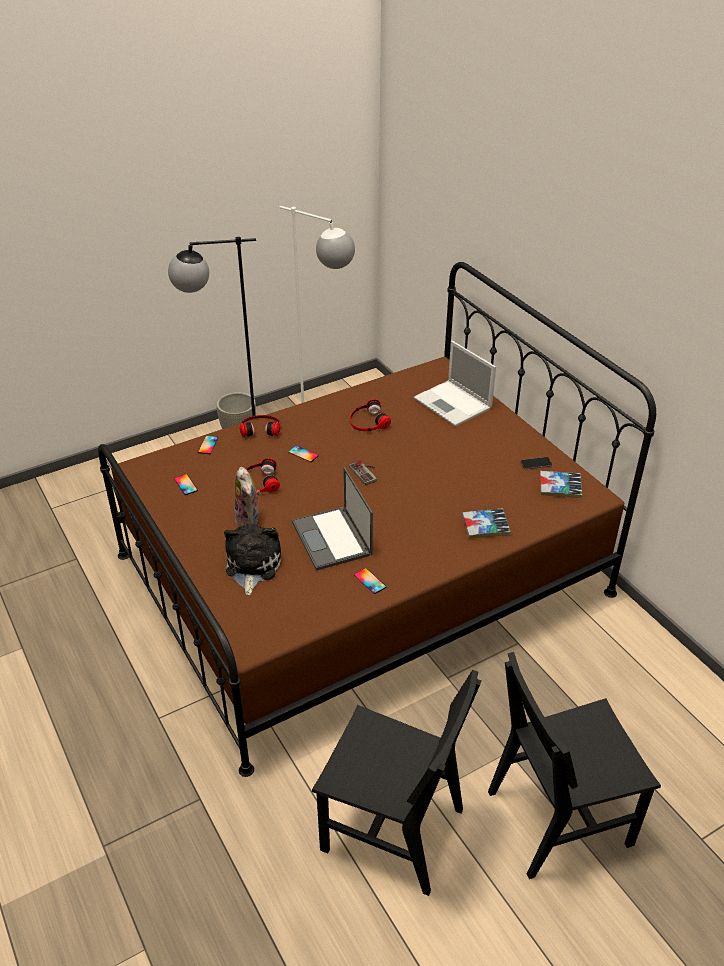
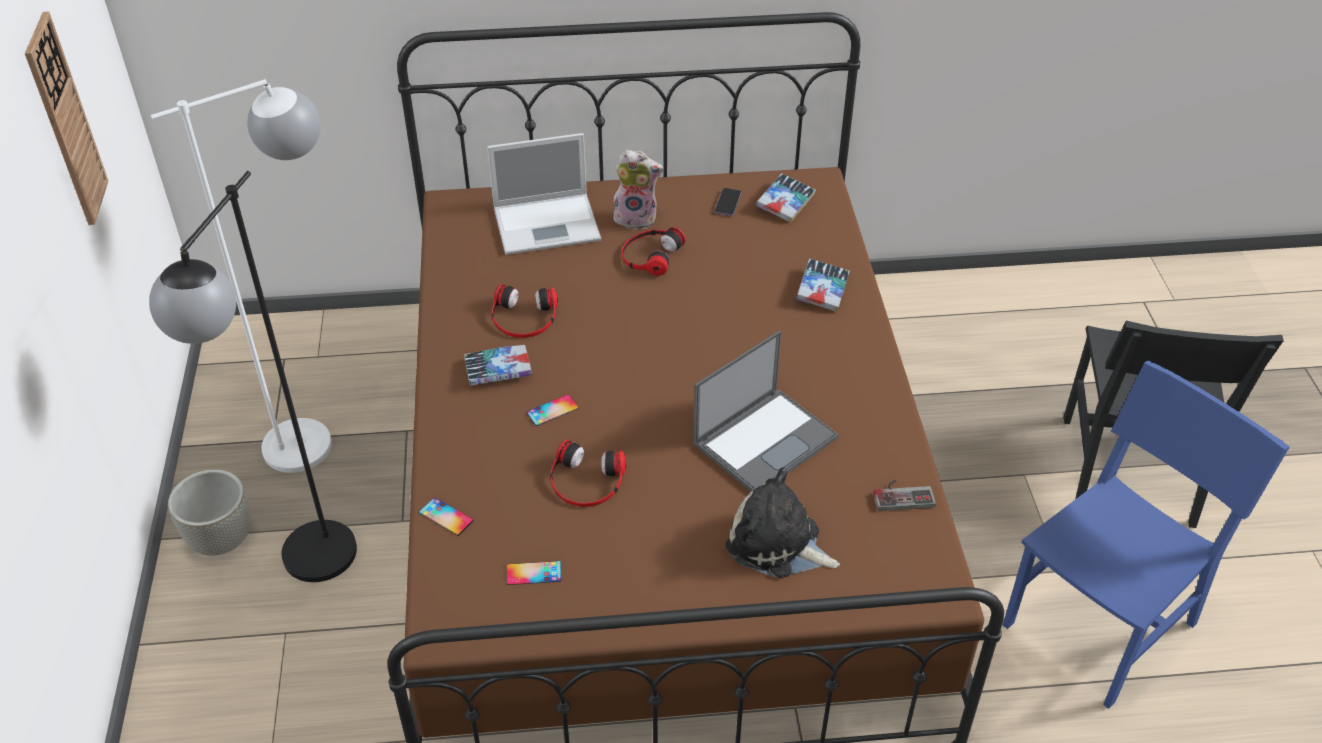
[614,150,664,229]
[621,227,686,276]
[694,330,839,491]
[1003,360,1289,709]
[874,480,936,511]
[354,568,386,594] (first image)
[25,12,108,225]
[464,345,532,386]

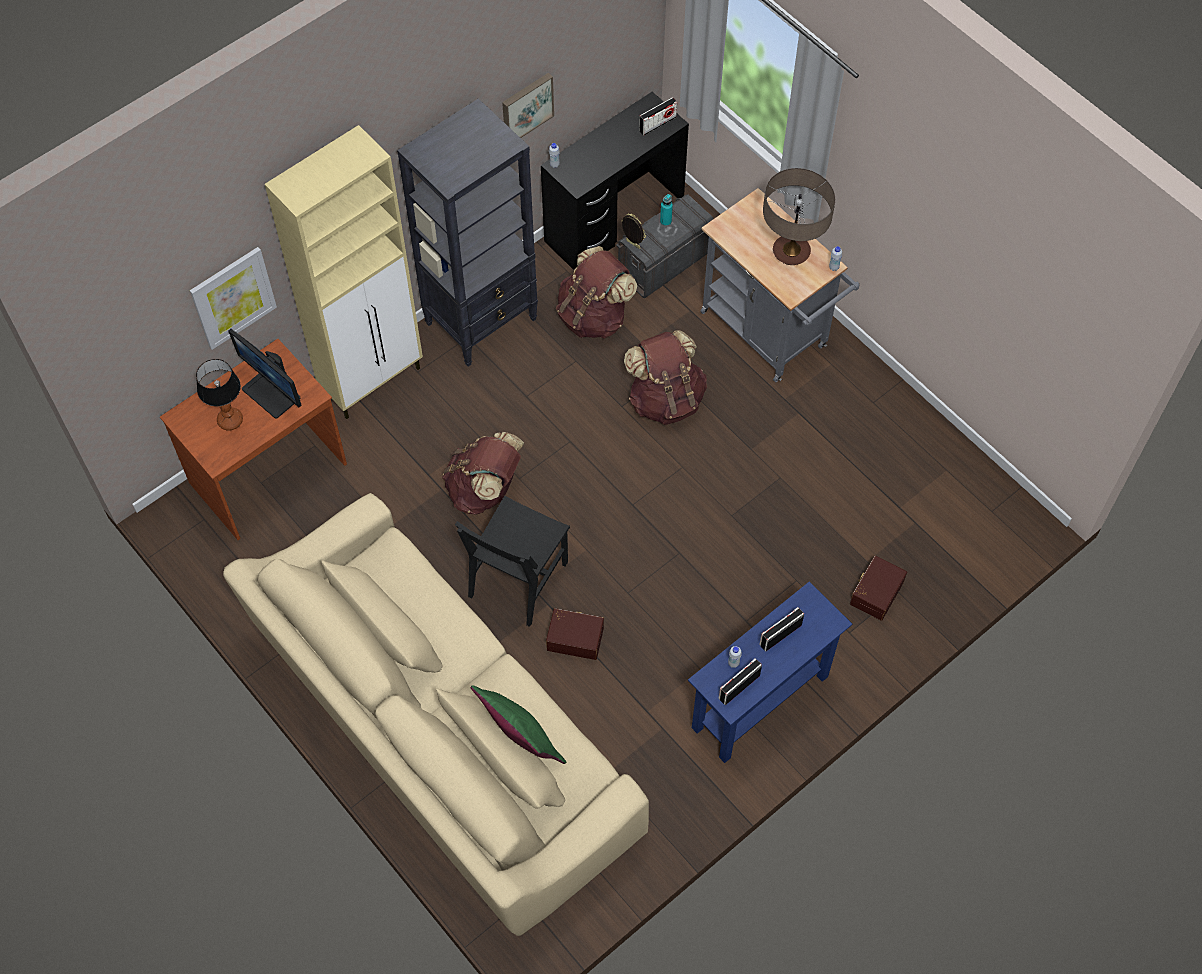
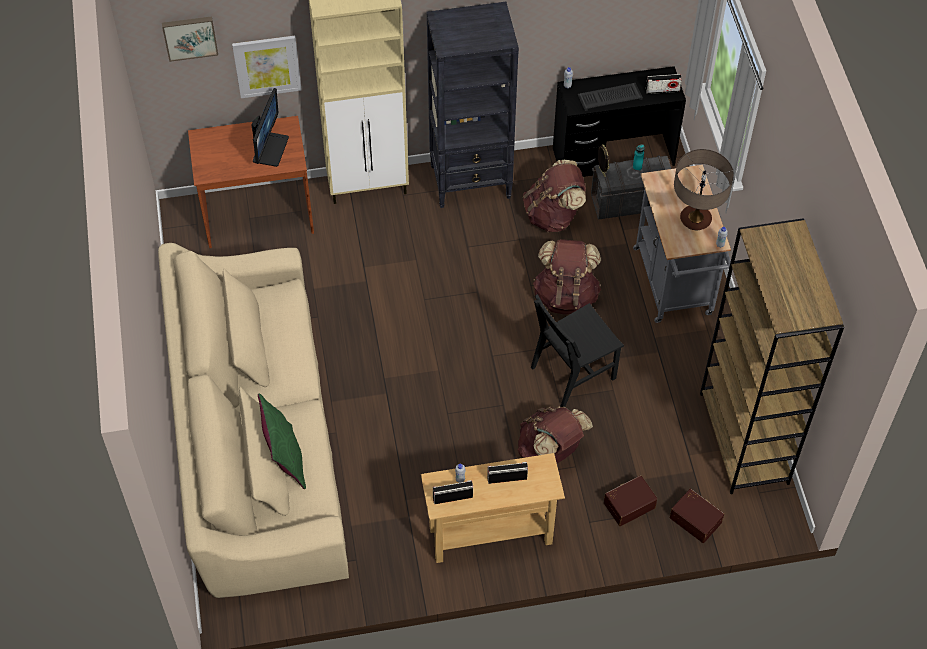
[196,359,243,431] (first image)
[251,88,289,167]
[518,407,593,463]
[531,294,624,407]
[162,16,218,62]
[670,489,724,543]
[421,453,565,563]
[577,83,643,111]
[700,218,844,494]

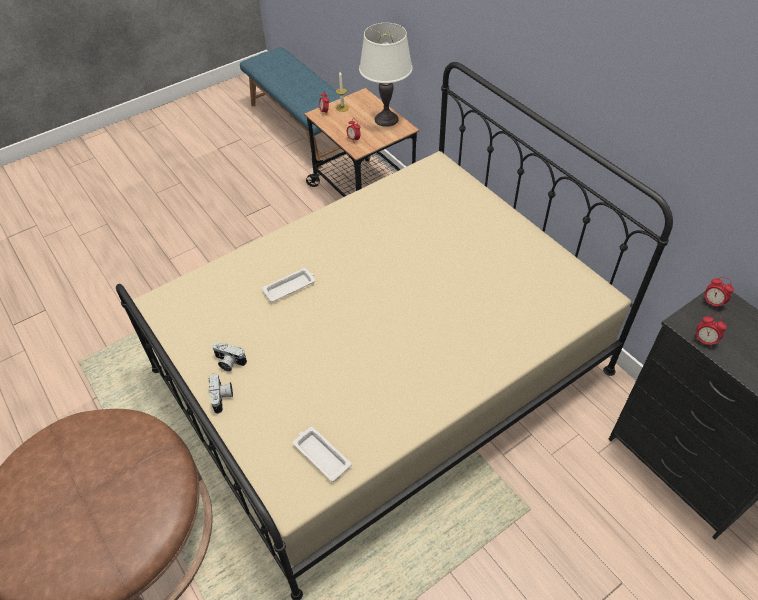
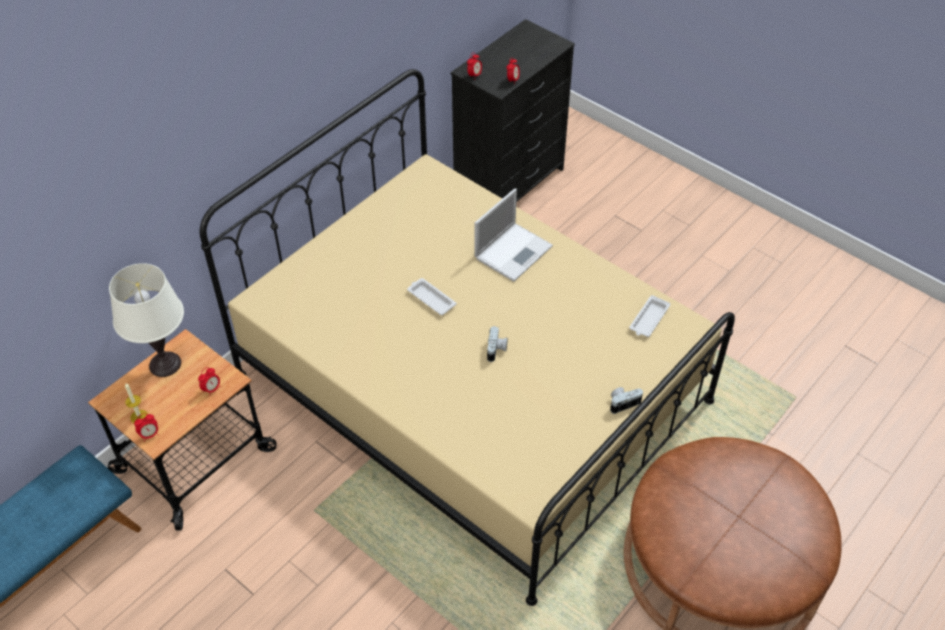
[487,326,508,362]
[407,278,457,315]
[474,188,553,282]

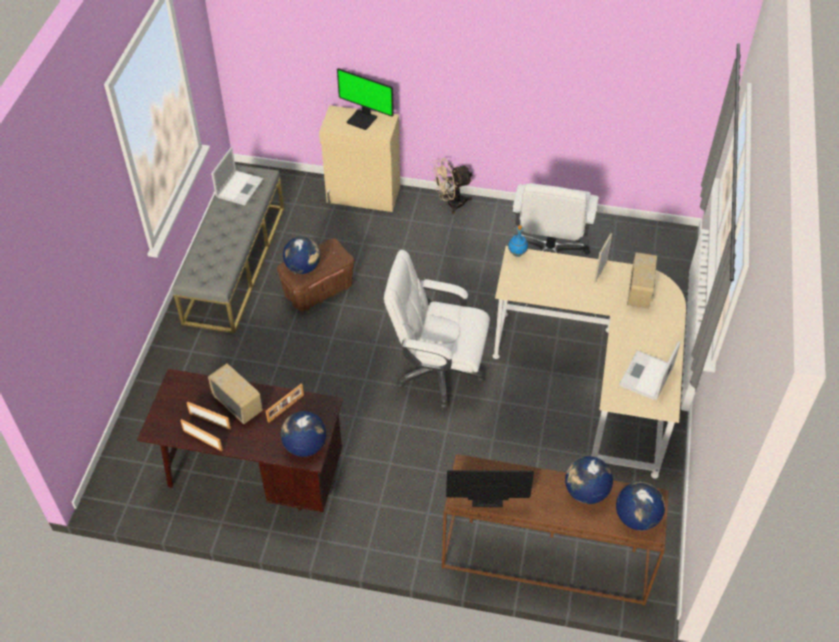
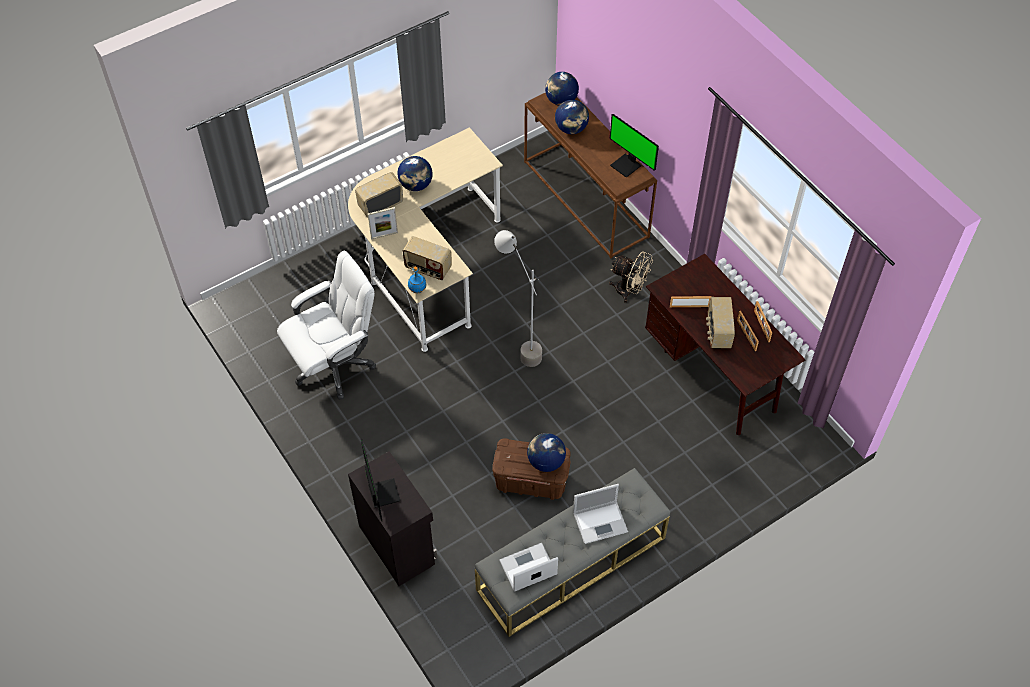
[397,156,433,191]
[348,451,437,586]
[494,230,542,367]
[609,251,653,303]
[573,484,628,544]
[402,236,452,280]

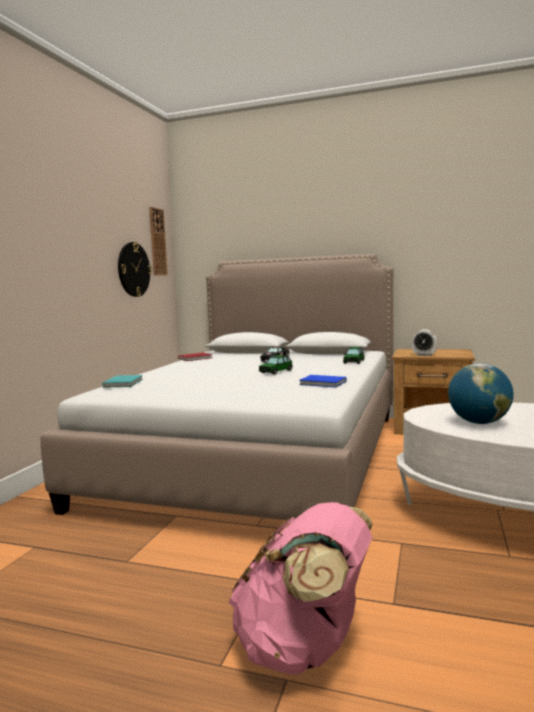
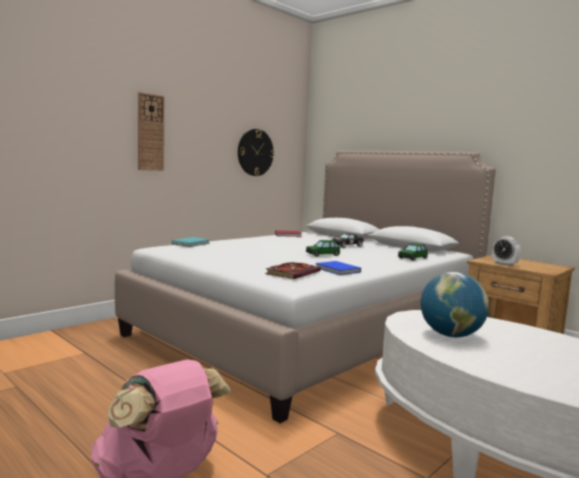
[138,92,164,171]
[265,262,321,279]

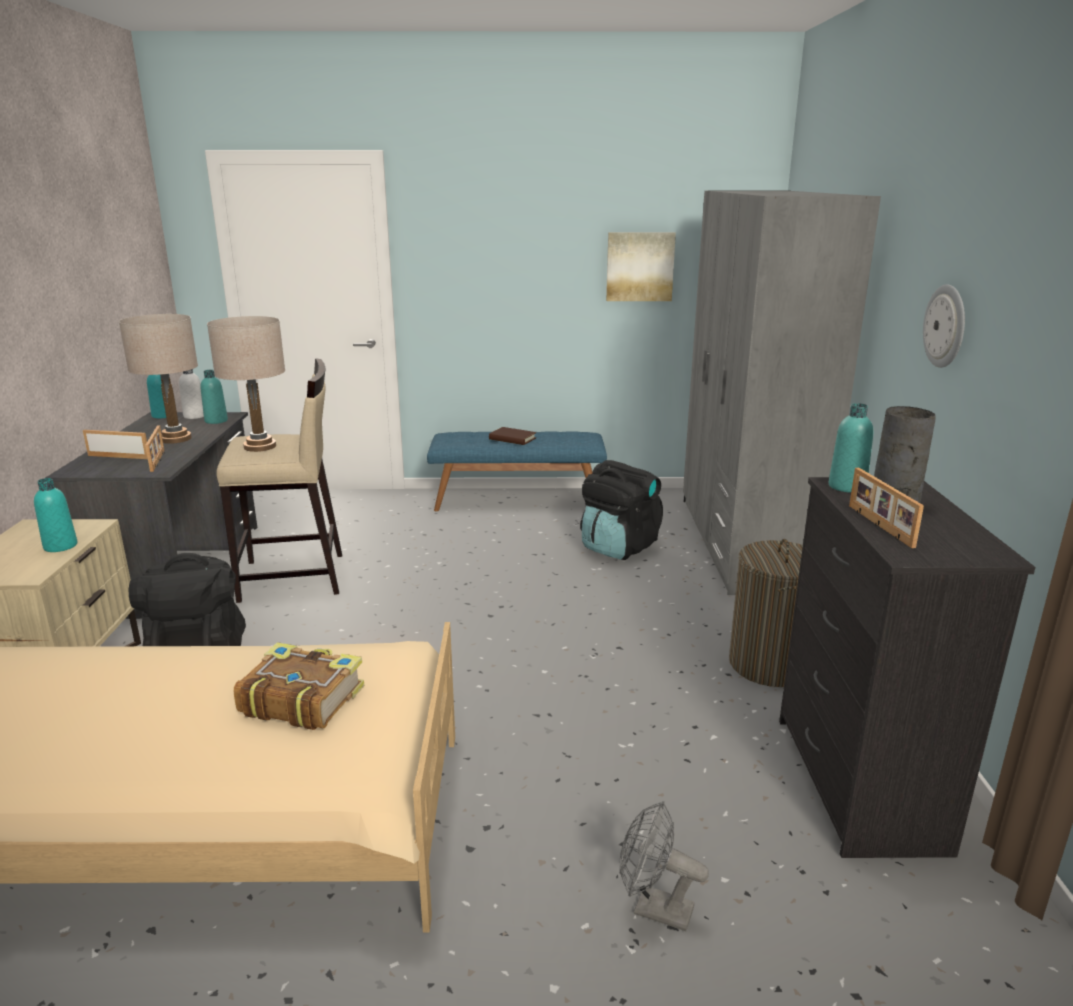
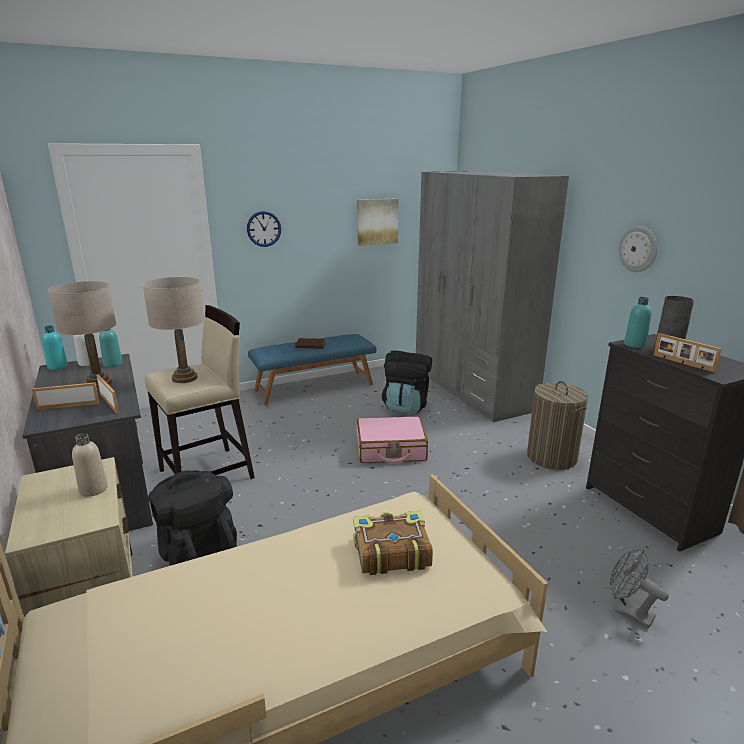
[72,433,108,497]
[610,549,669,629]
[247,211,281,247]
[357,416,428,464]

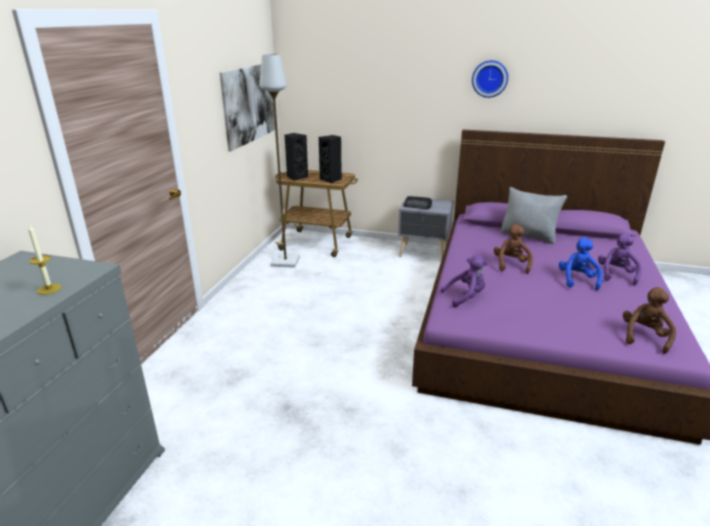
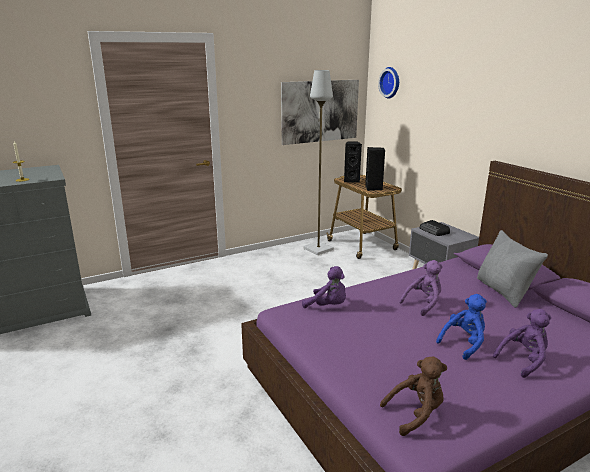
[378,67,399,99]
[399,260,443,316]

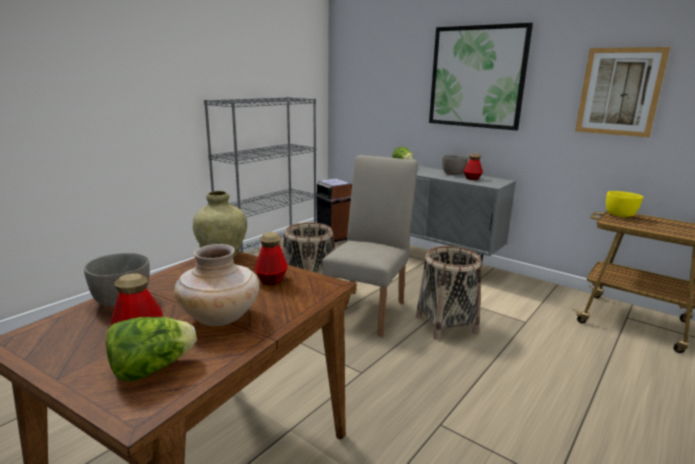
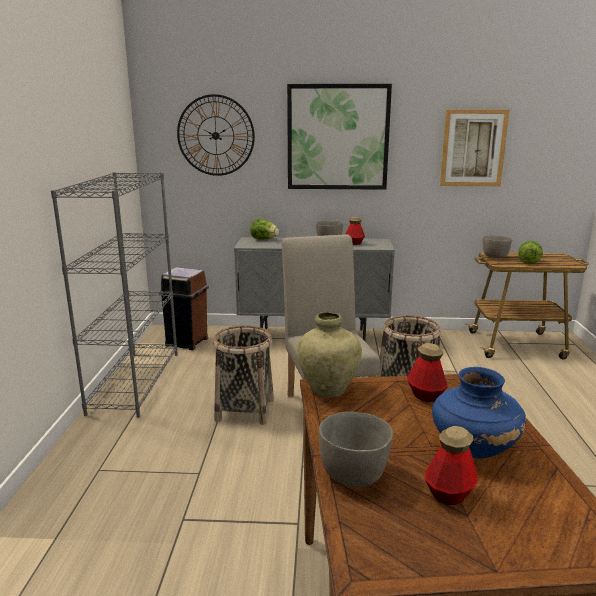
[518,241,543,264]
[432,367,526,458]
[483,235,512,258]
[177,94,255,176]

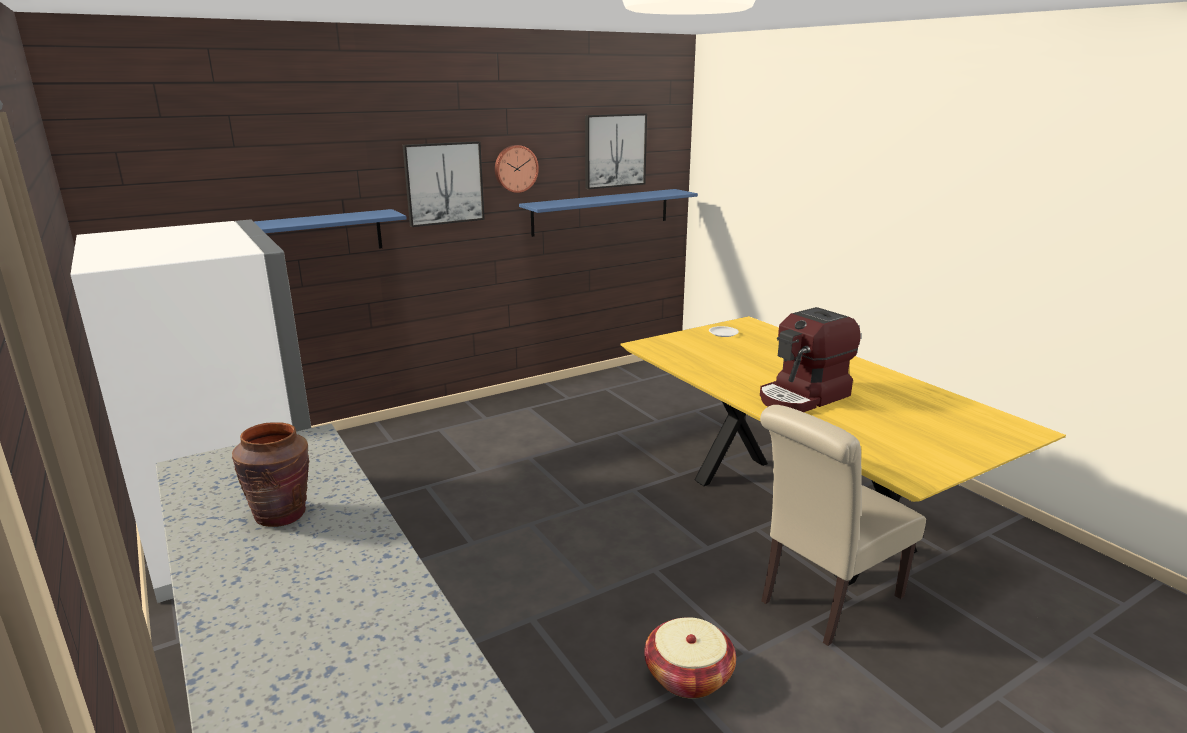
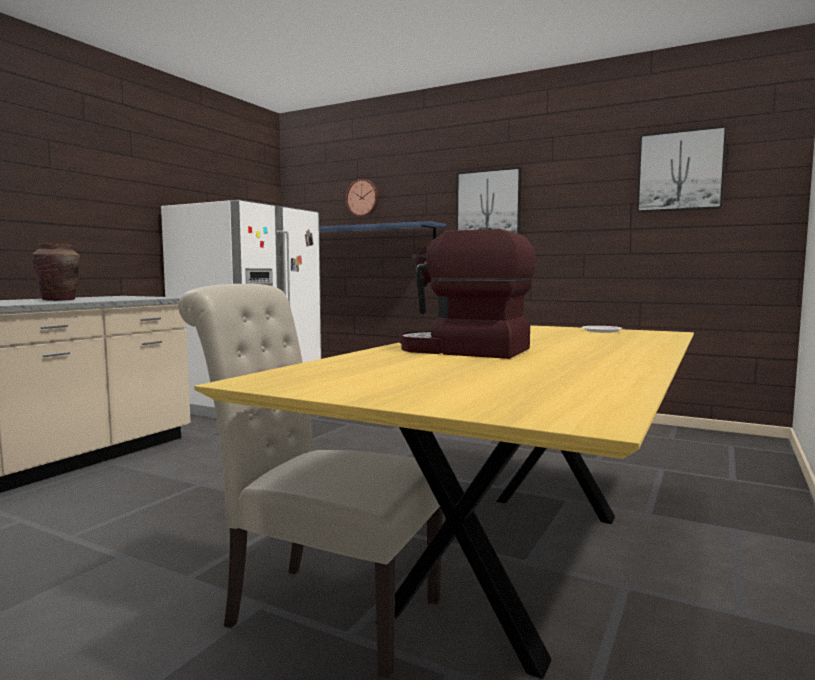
[346,179,379,217]
[519,189,698,237] (first image)
[644,617,736,699] (first image)

